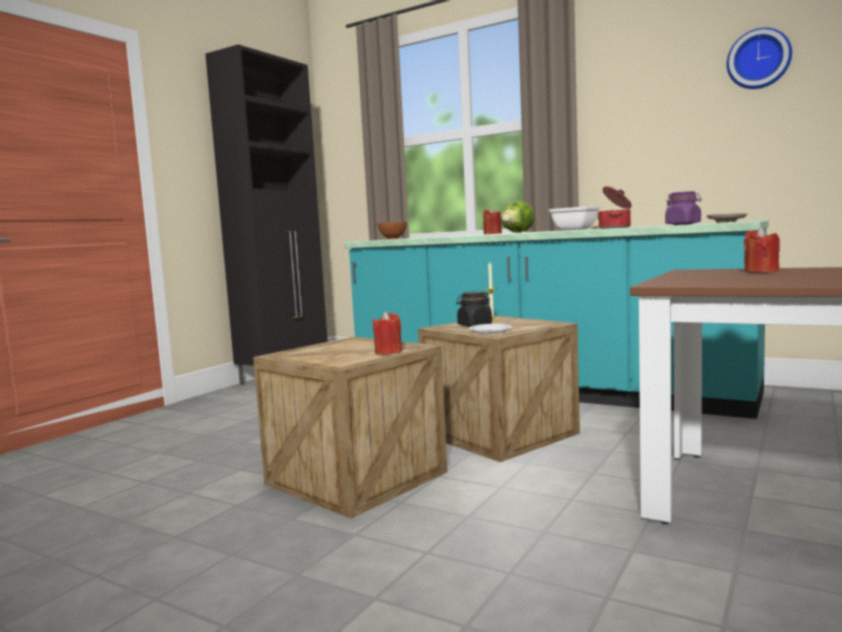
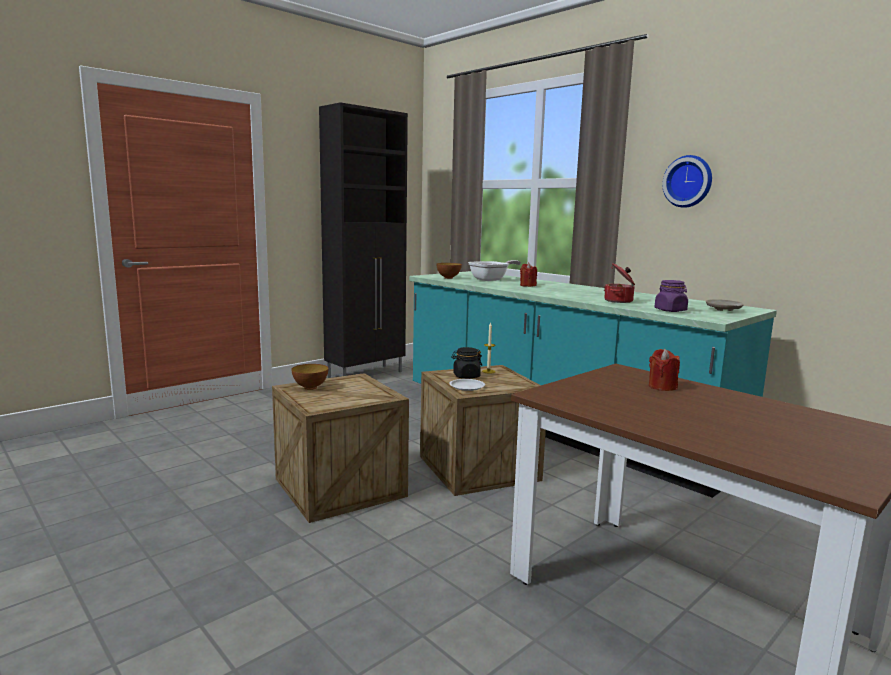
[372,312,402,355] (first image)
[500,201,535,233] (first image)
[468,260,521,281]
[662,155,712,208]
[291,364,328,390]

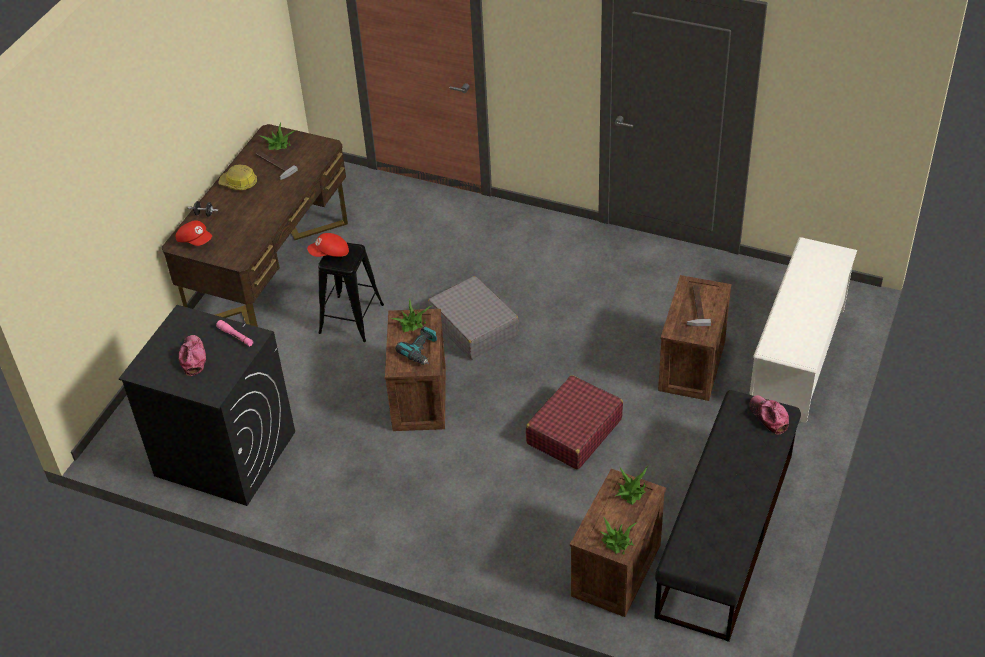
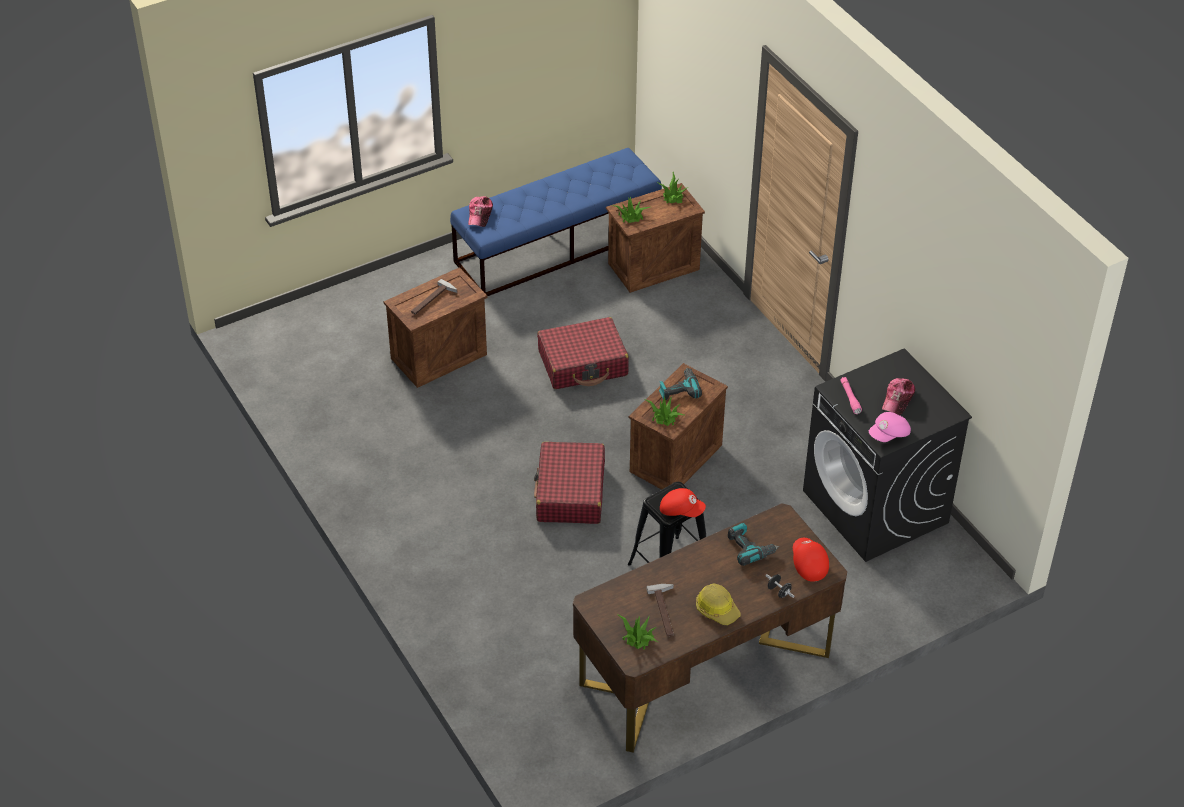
[534,442,605,524]
[450,148,662,296]
[749,237,857,423] (first image)
[728,523,779,566]
[869,412,911,442]

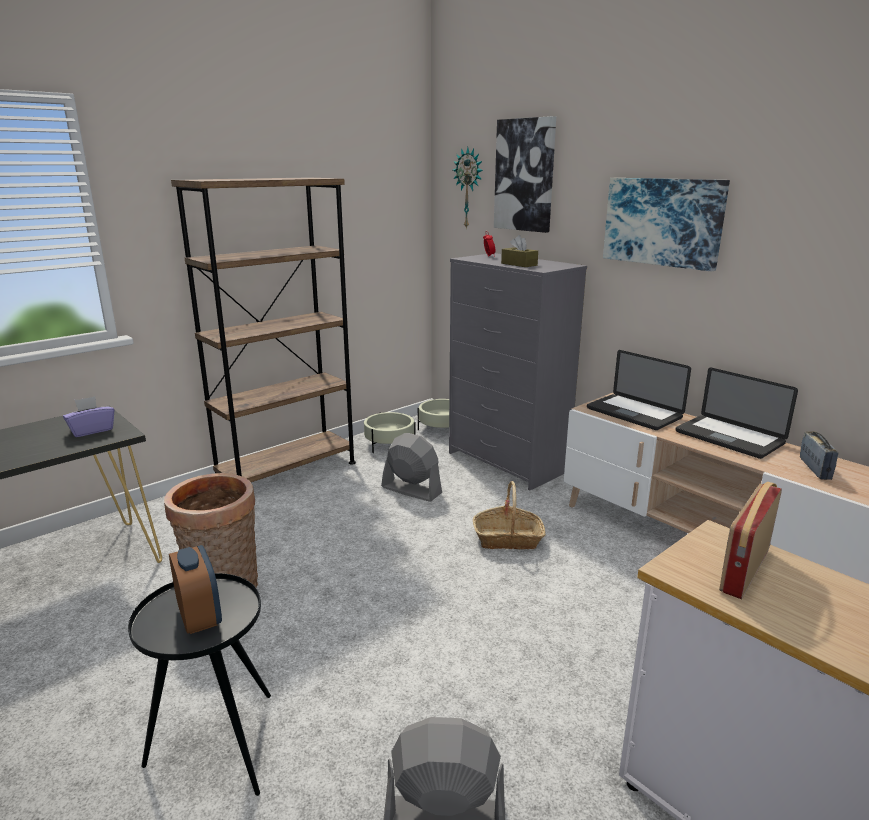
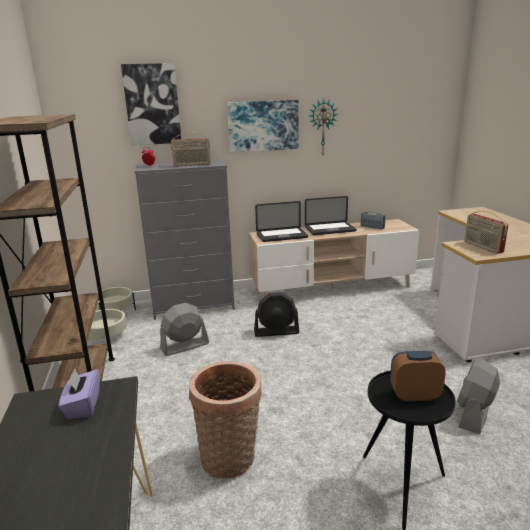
[309,99,339,155]
[254,292,299,337]
[171,132,211,167]

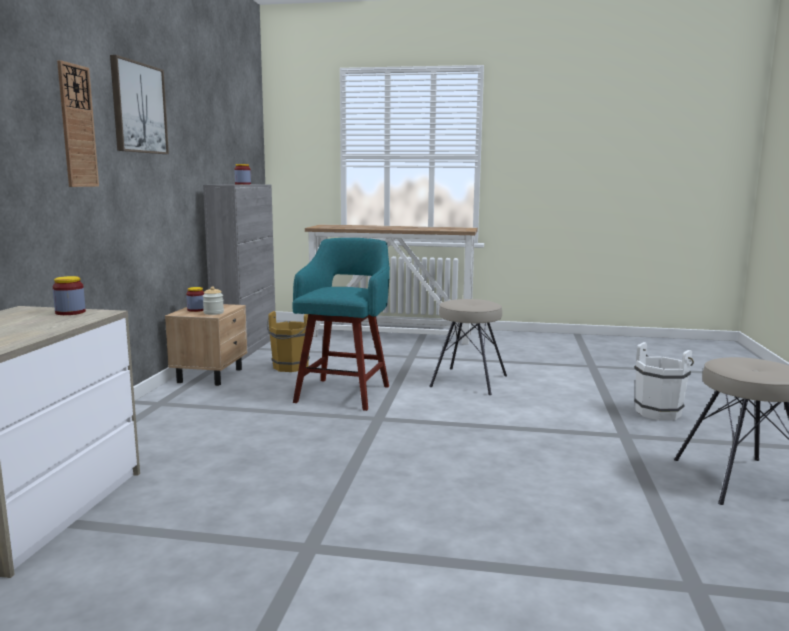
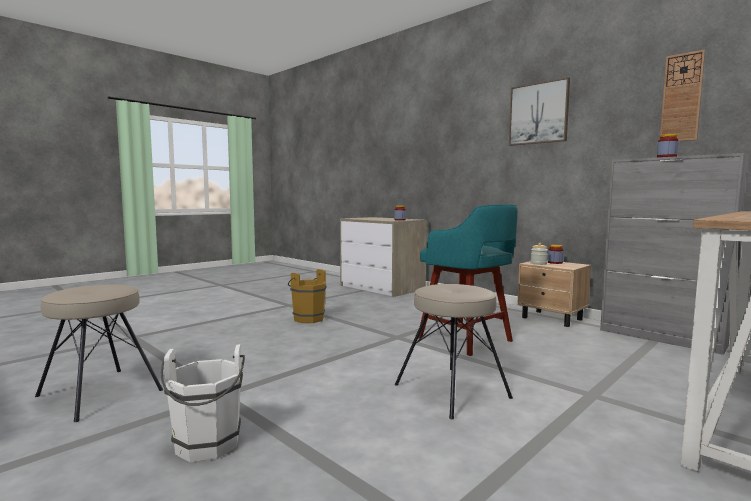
[660,49,705,141]
[288,269,327,323]

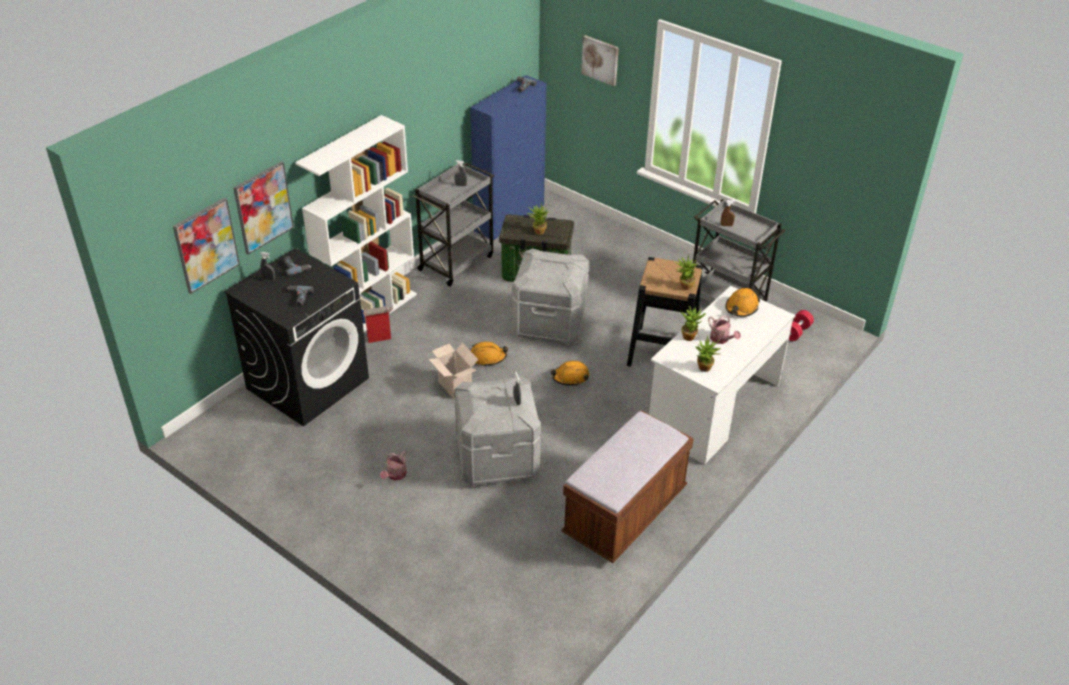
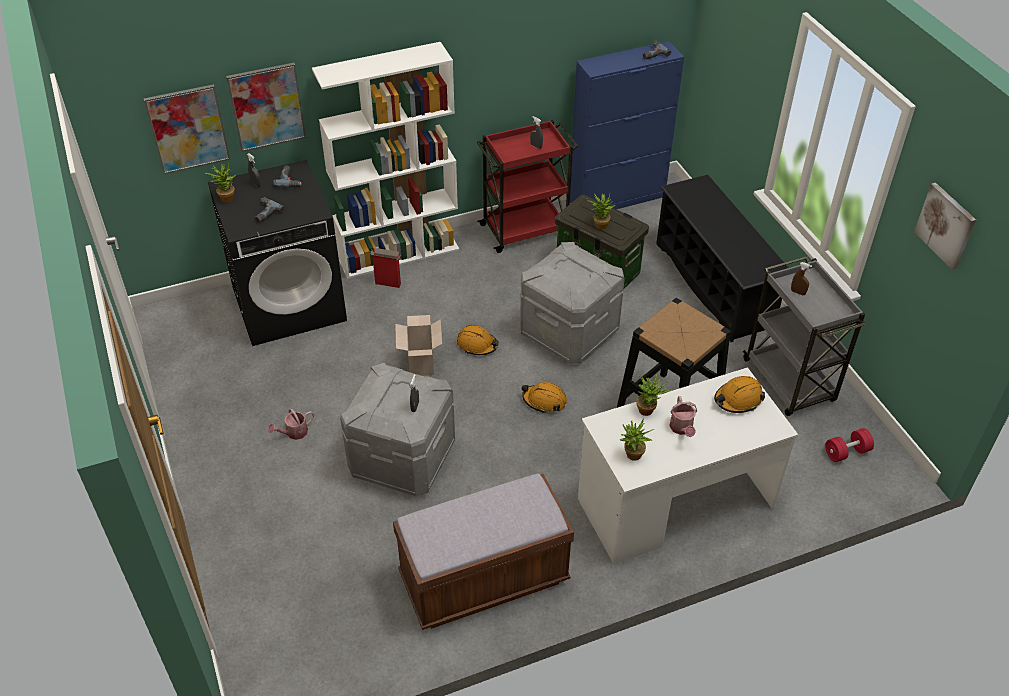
[477,120,579,253]
[914,183,976,270]
[205,162,236,203]
[656,175,788,342]

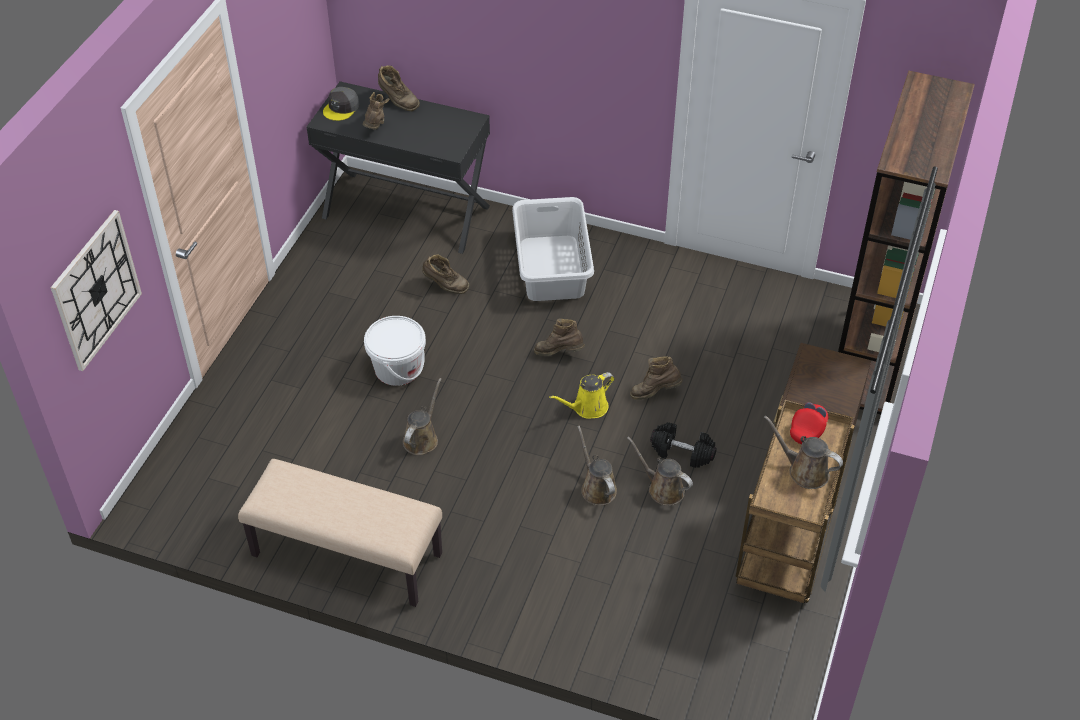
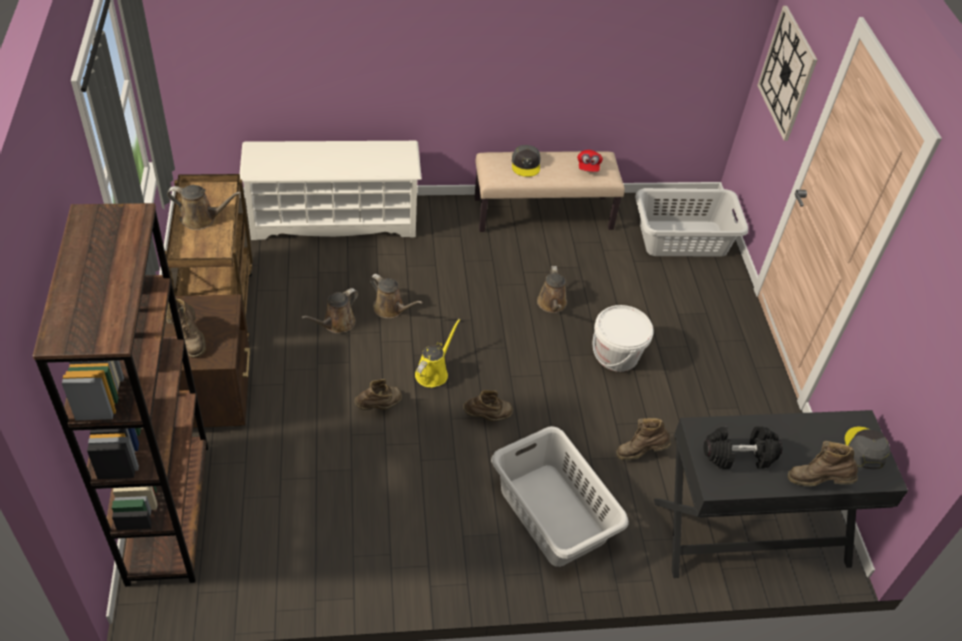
[166,297,206,358]
[302,288,358,333]
[704,426,782,469]
[577,150,603,172]
[240,141,422,240]
[512,145,540,177]
[635,188,748,257]

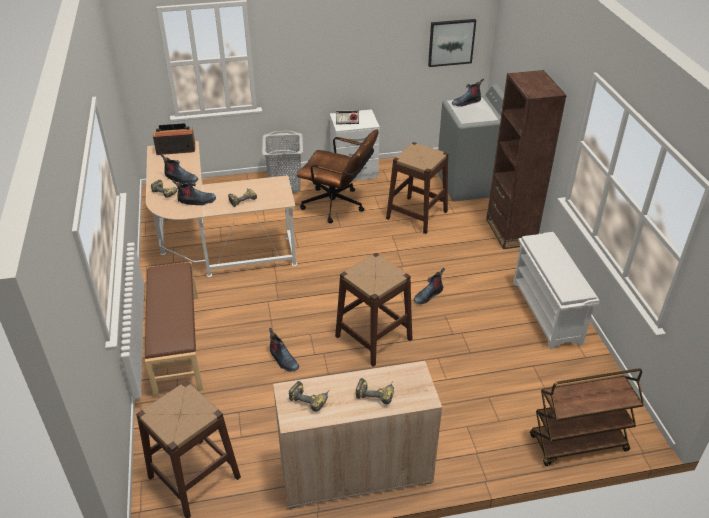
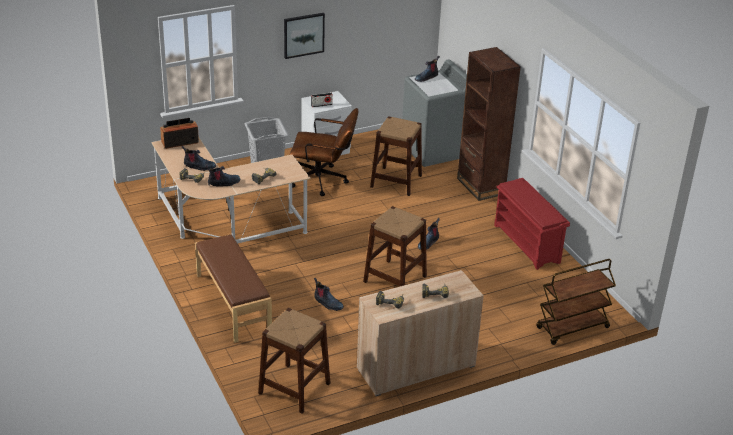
[284,13,325,59]
[494,178,570,270]

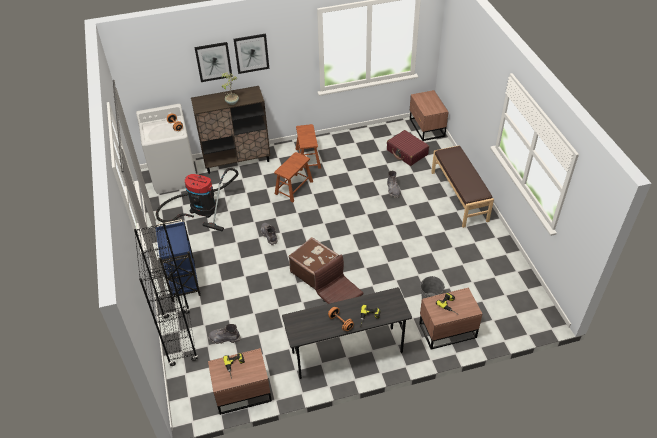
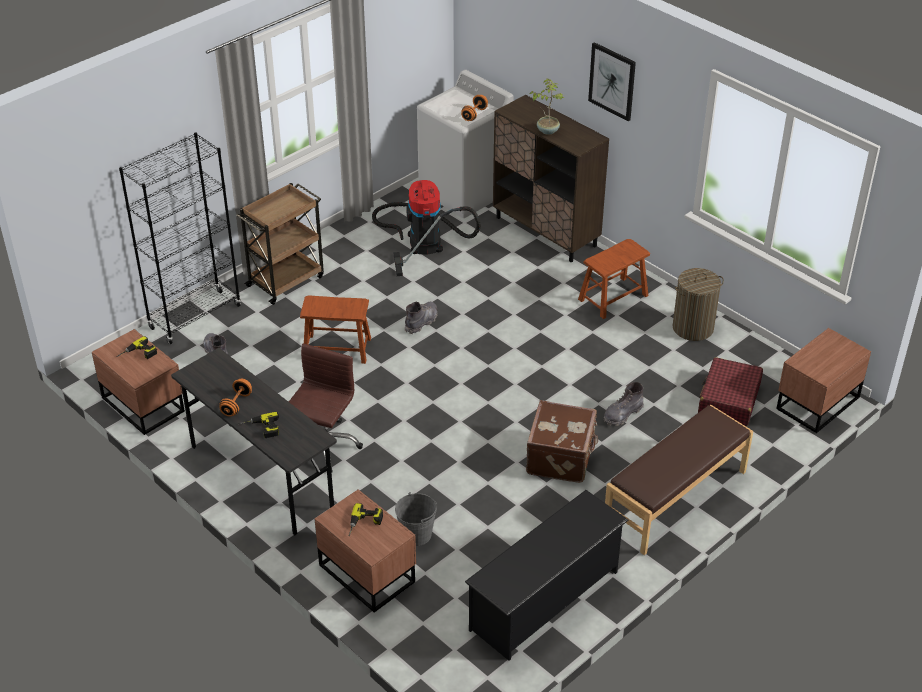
[237,183,324,305]
[194,42,232,82] (first image)
[300,295,371,364]
[526,400,598,483]
[465,490,629,661]
[673,268,724,341]

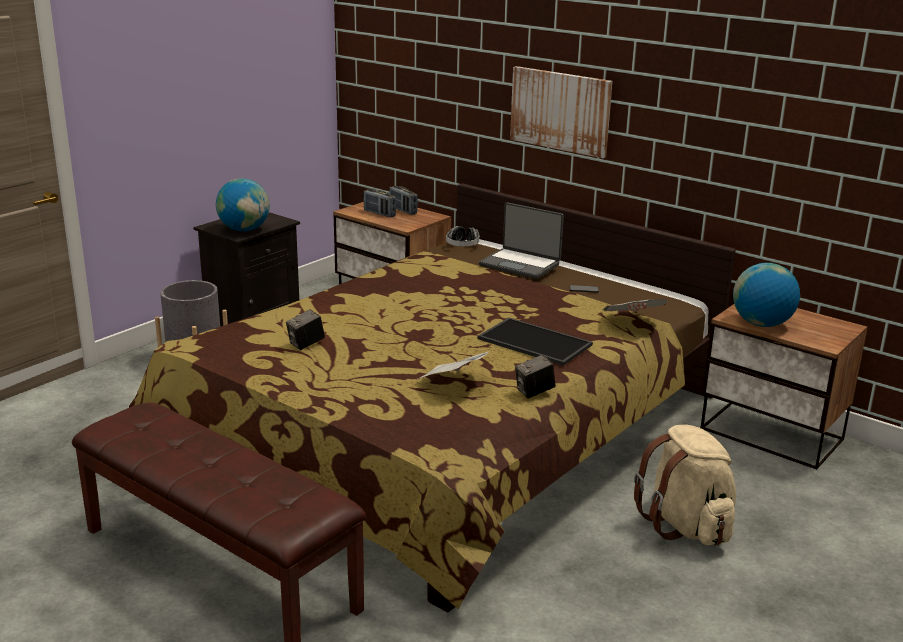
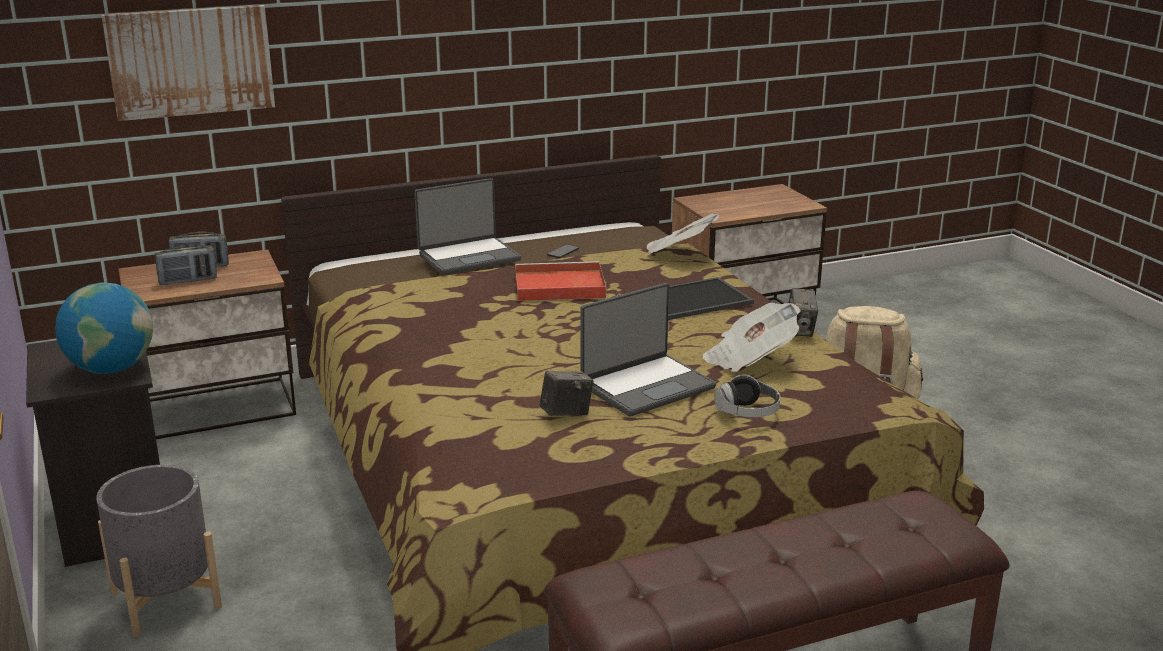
[540,371,594,416]
[714,374,780,418]
[101,5,275,121]
[733,263,800,327] (first image)
[515,261,606,301]
[580,283,716,416]

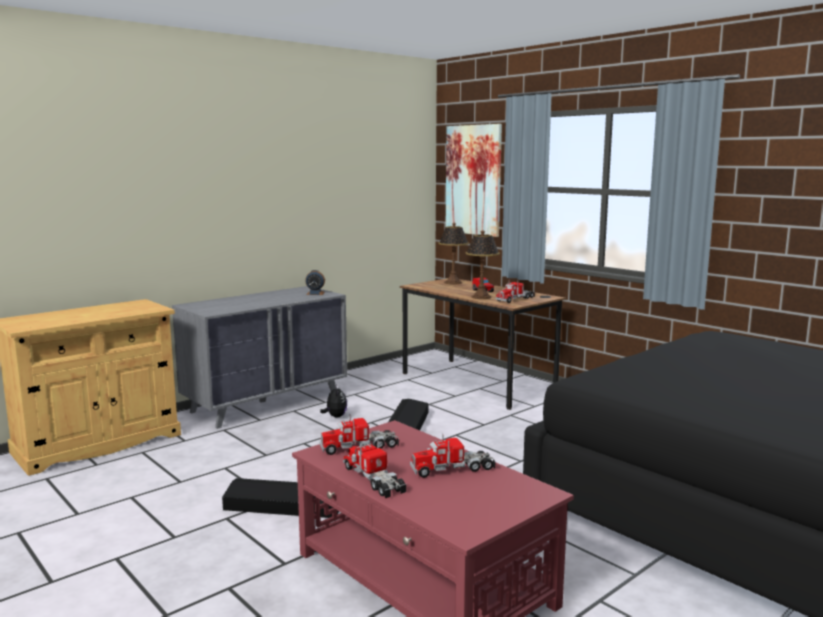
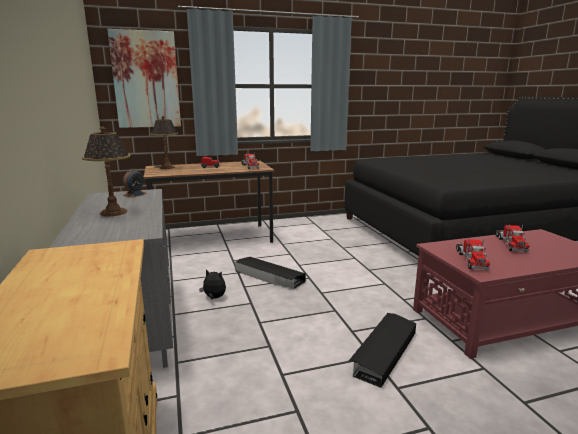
[343,440,406,498] (first image)
[82,127,131,216]

